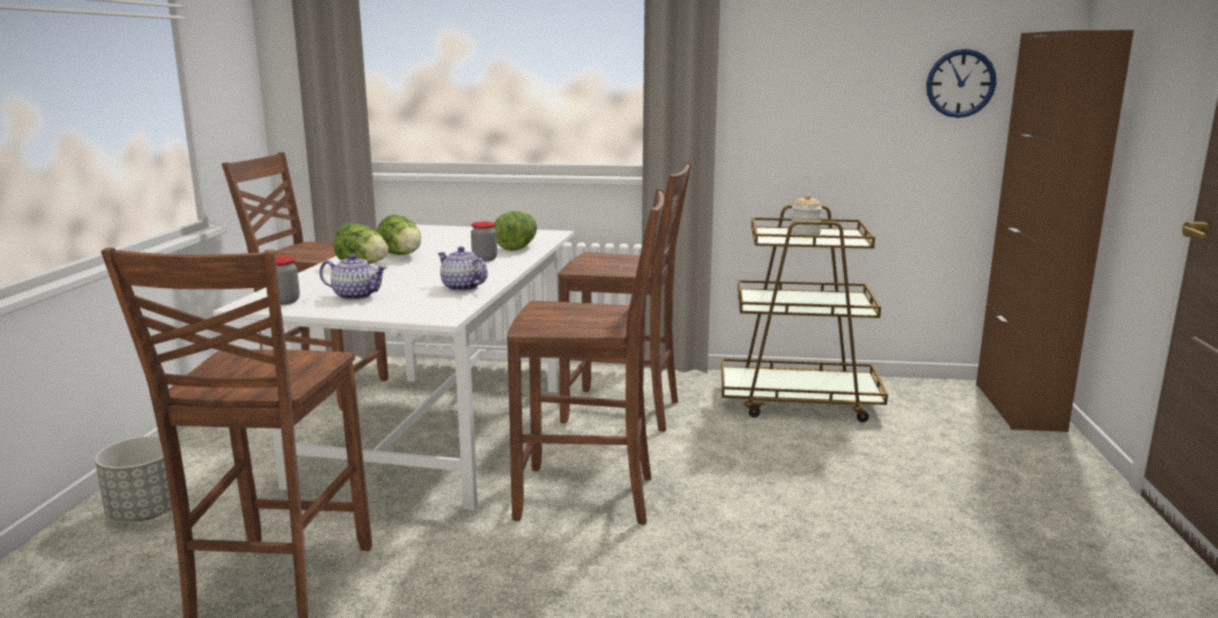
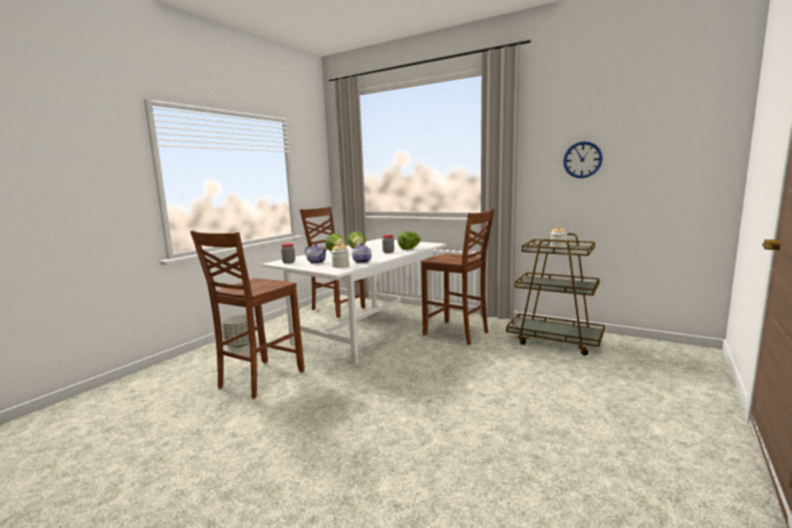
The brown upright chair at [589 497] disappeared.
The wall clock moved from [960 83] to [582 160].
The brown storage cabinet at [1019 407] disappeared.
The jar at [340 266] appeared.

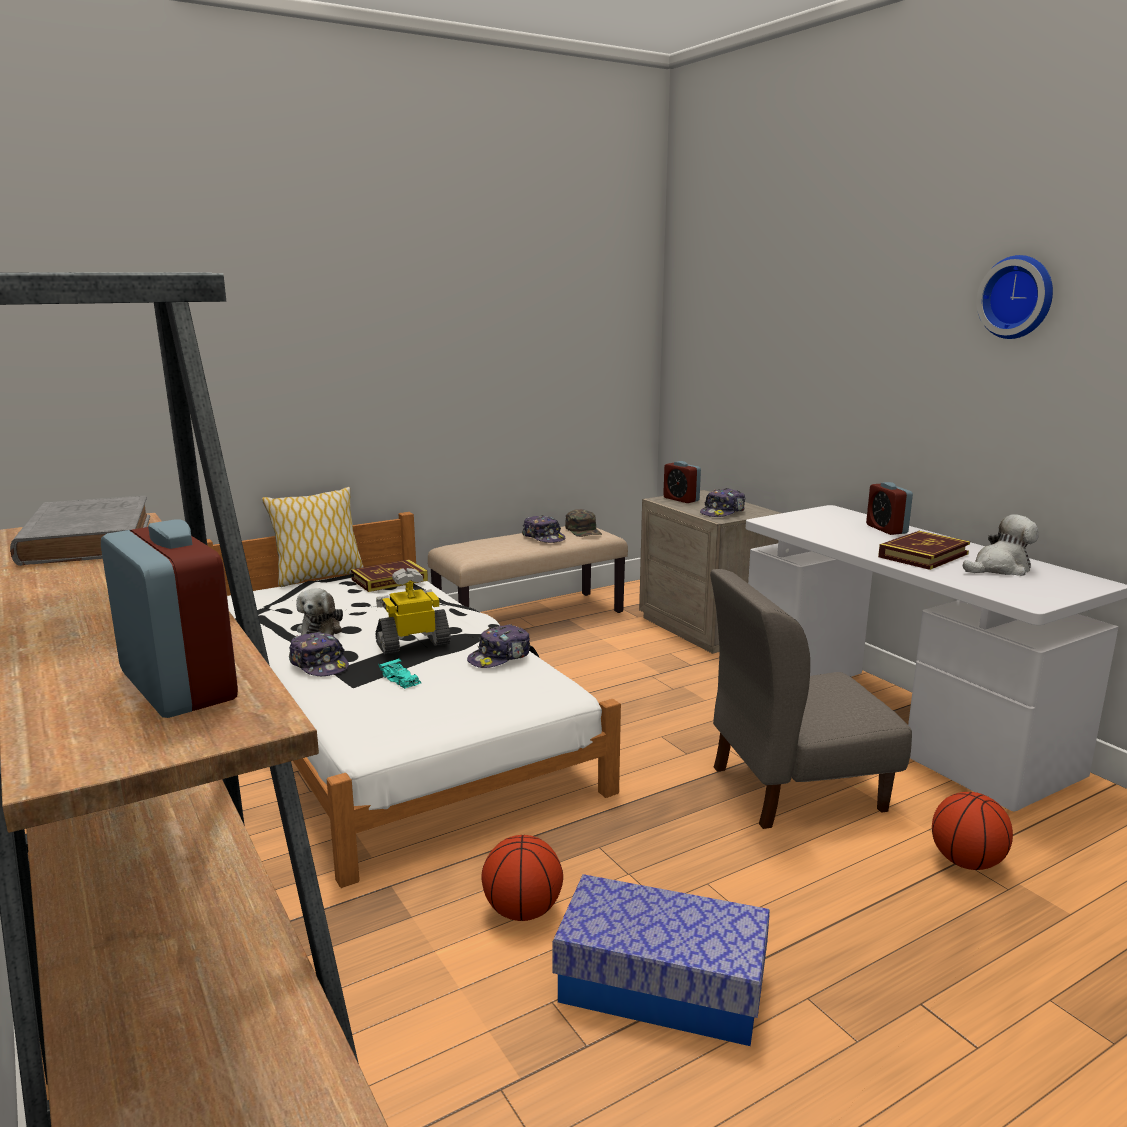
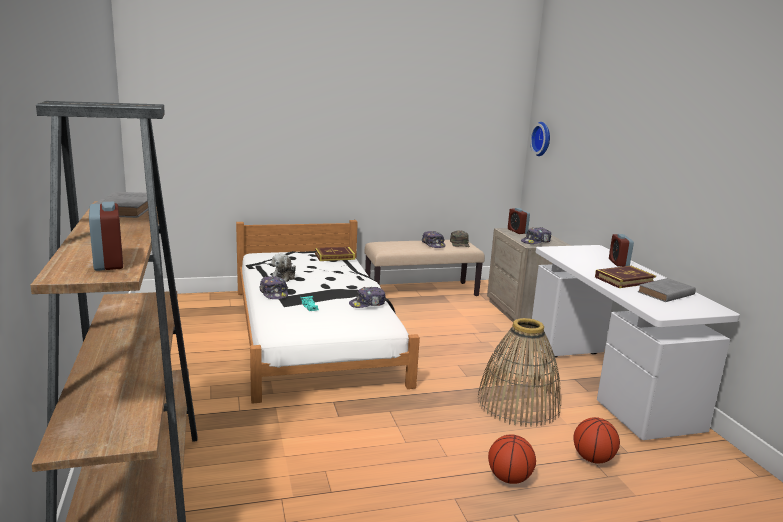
The cushion at [318 577] disappeared.
The robot figure at [413 643] disappeared.
The basketball ball moved from [522 911] to [509 478].
The storage box at [661 986] disappeared.
The grey upright chair at [795 788] was replaced by the basket at [518 404].
The plush toy at [999 569] was replaced by the grey book at [665 294].
The wall clock moved from [1018 297] to [542 139].

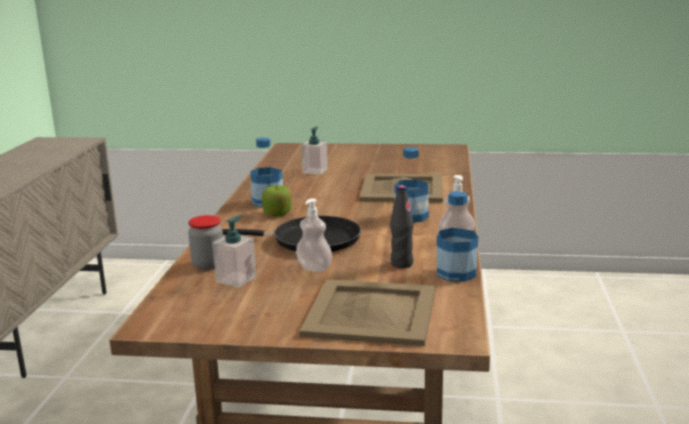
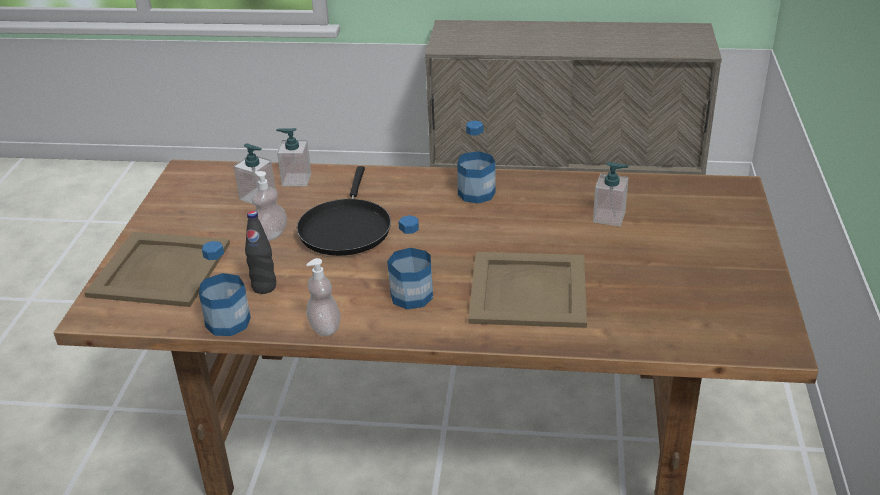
The jar at [208 264] was replaced by the soap bottle at [296 179].
The whole apple at [277 213] disappeared.

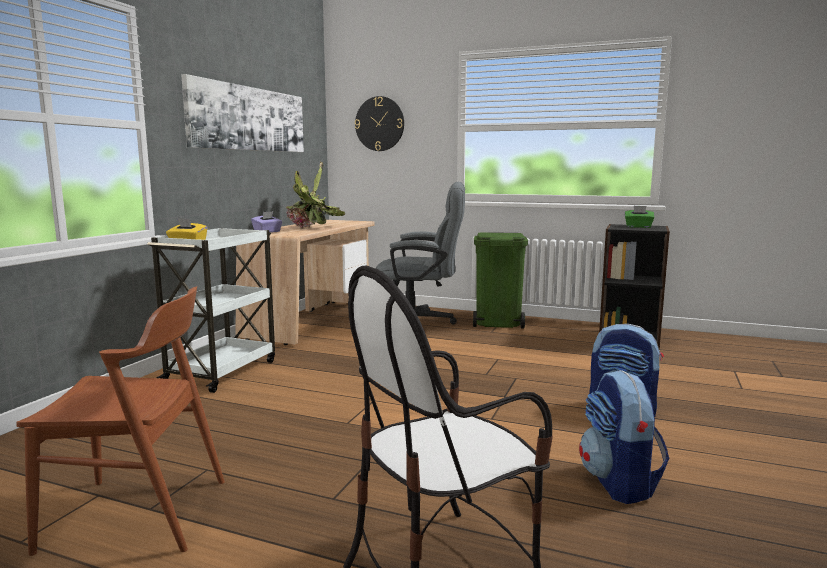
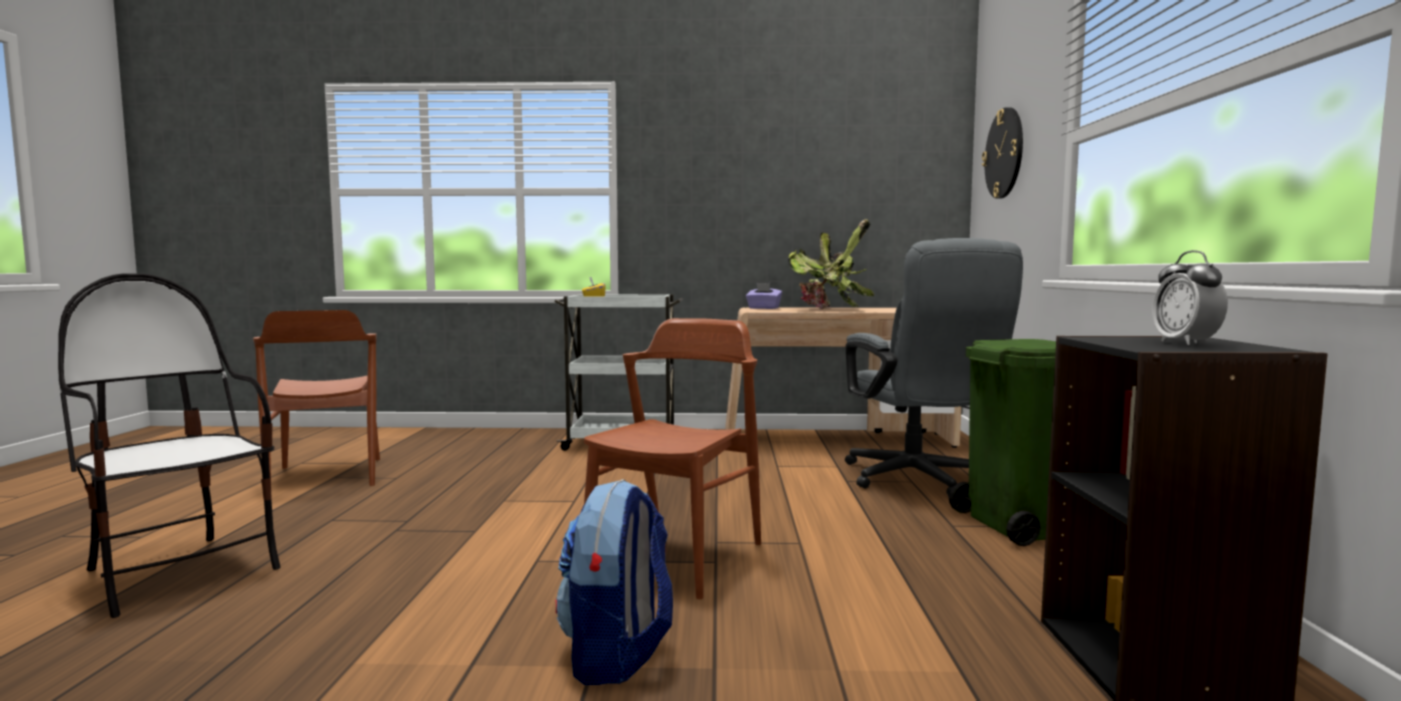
The wall picture at [249 119] disappeared.
The knapsack at [619 483] disappeared.
The green-coloured tissue holder at [638 227] was replaced by the alarm clock at [1185 343].
The brown upright chair at [676 557] appeared.

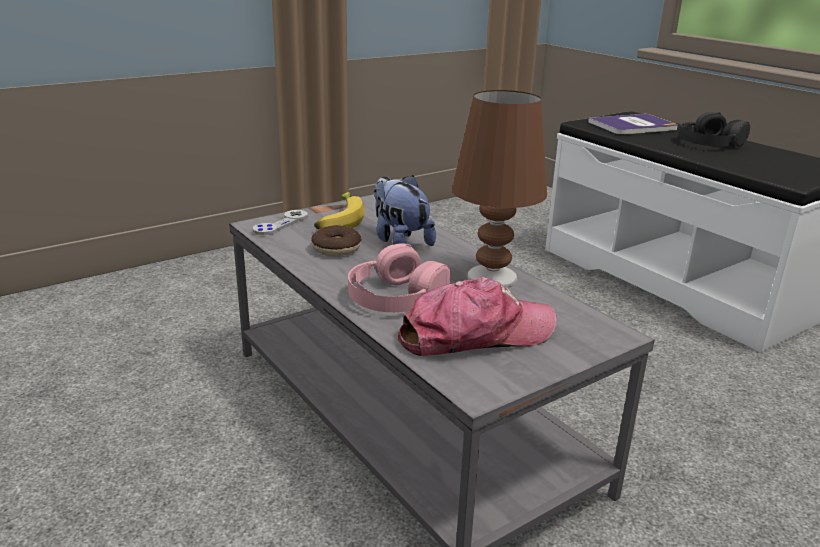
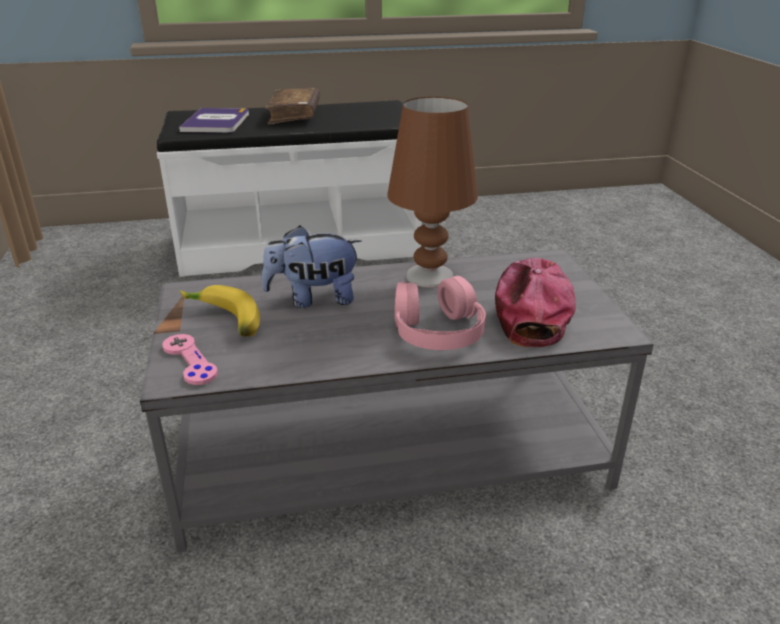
The grey game controller at [281 224] became the pink-coloured game controller at [189 361].
The doughnut at [336 249] disappeared.
The blackish headset at [709 143] was replaced by the brown book at [294 115].

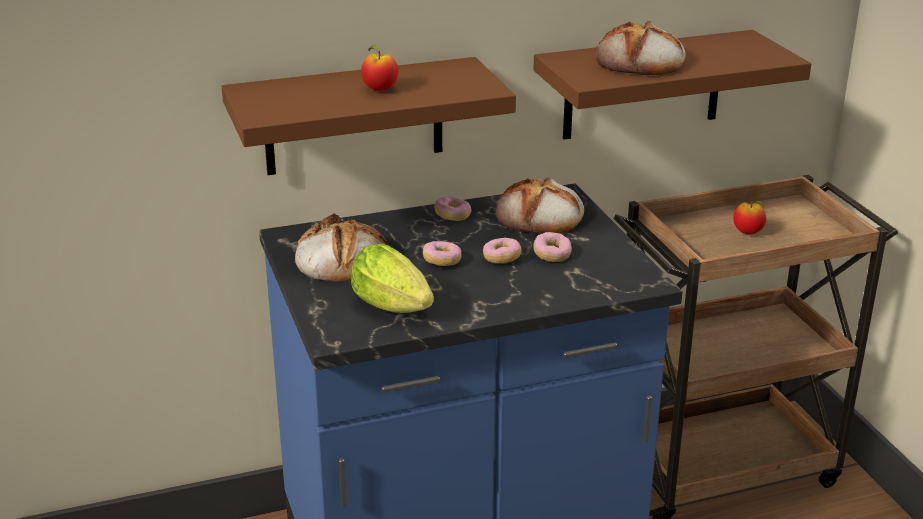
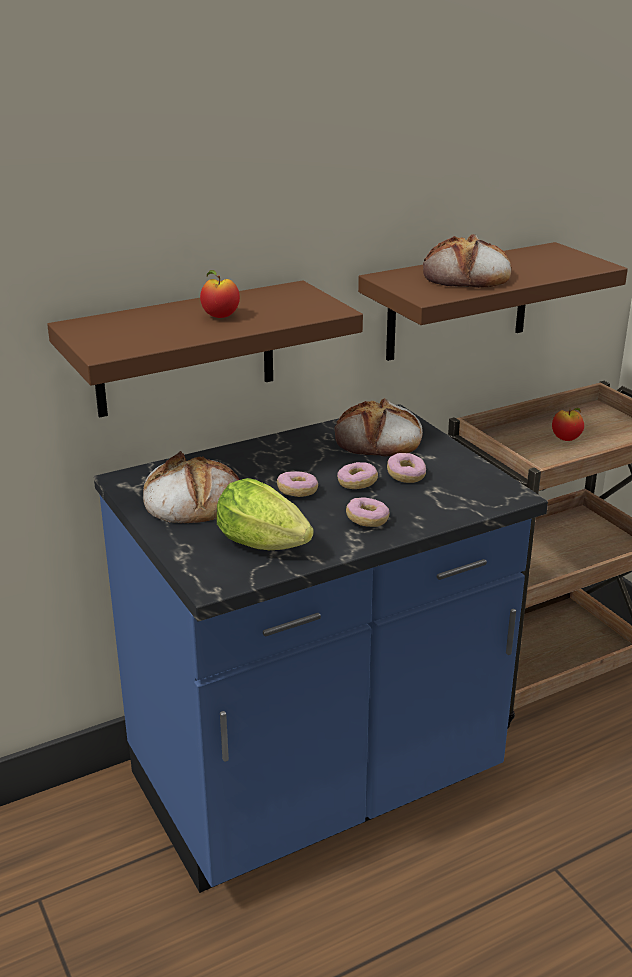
The doughnut moved from [452 216] to [367 521].

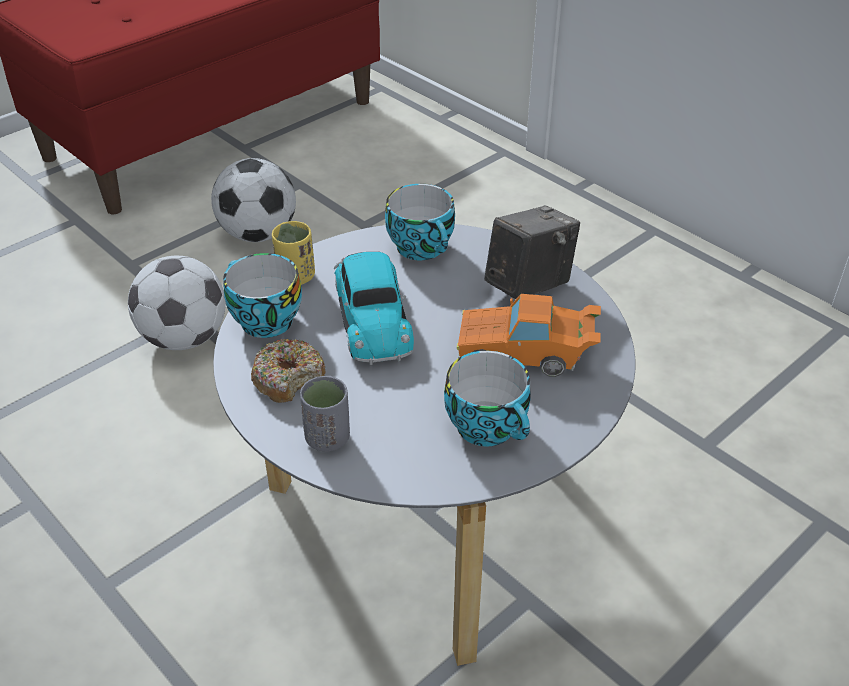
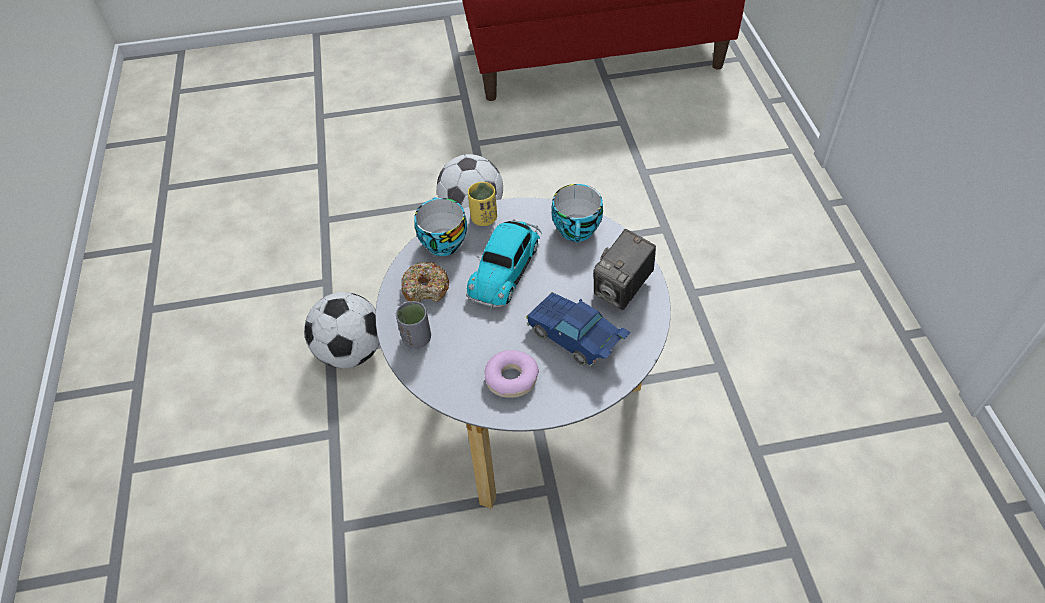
The football ball moved from [258 234] to [350 351].
The drinking cup at [490 427] was replaced by the doughnut at [511 379].
The orange miniature car at [526 353] became the bluish miniature car at [576 339].
The still camera at [528 284] turned 135 degrees clockwise.

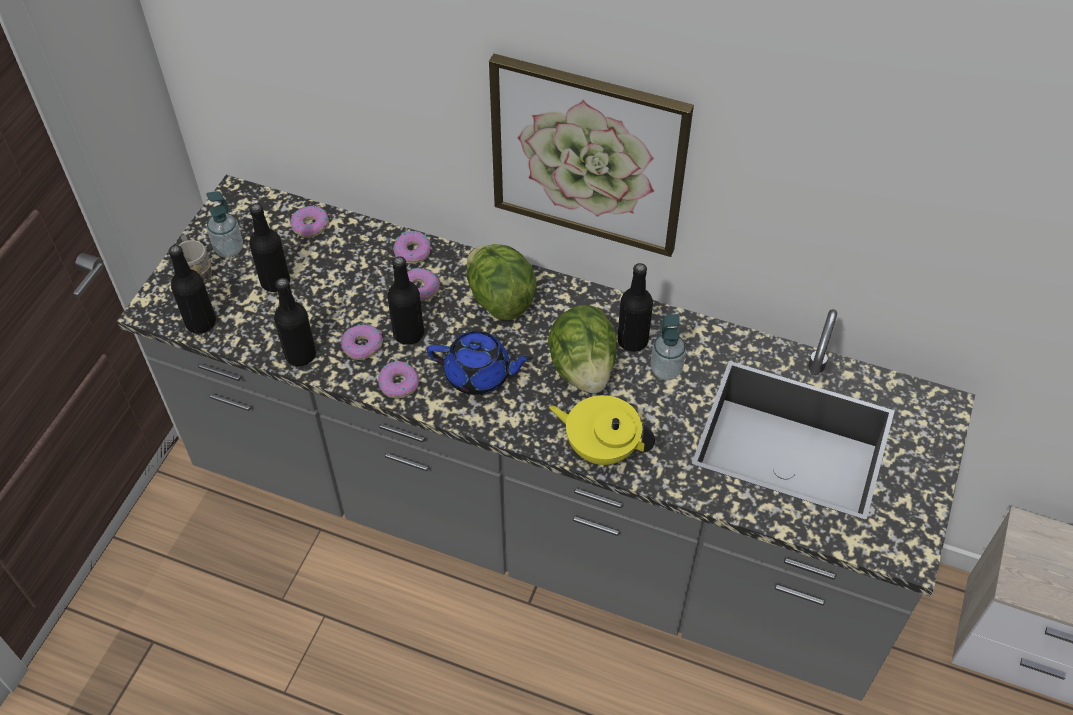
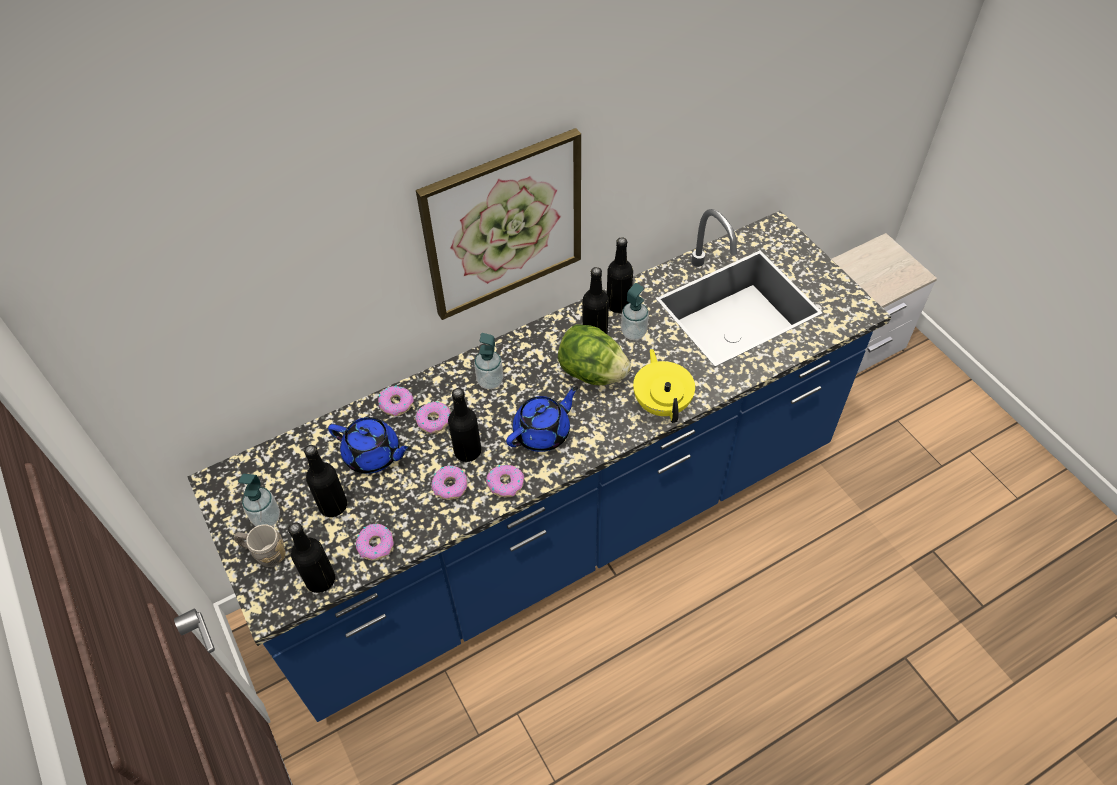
The grey kitchen counter at [536 523] became the bluish kitchen counter at [562 530].
The blackish beverage bottle moved from [300 355] to [618 305].
The doughnut moved from [310 226] to [376 545].
The lettuce at [499 299] was replaced by the soap bottle at [490 381].
The yellow teapot at [601 447] turned 105 degrees clockwise.
The bluish teapot at [373 455] appeared.

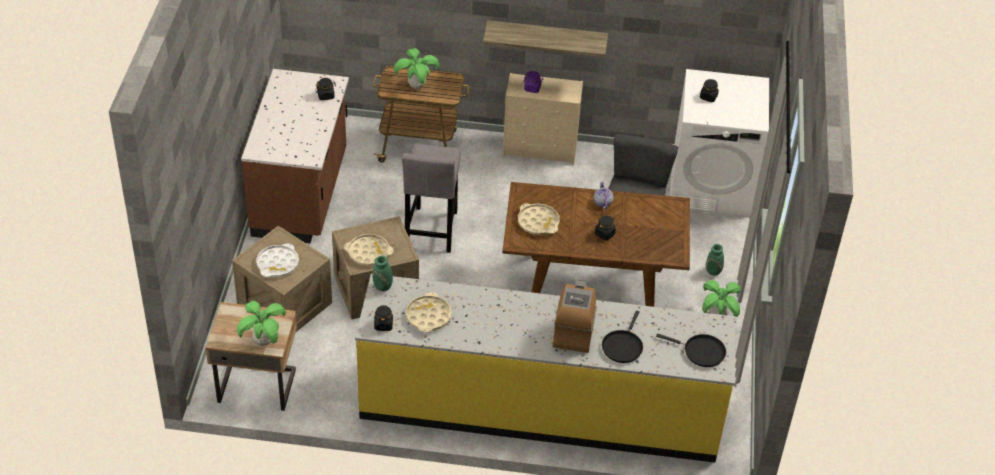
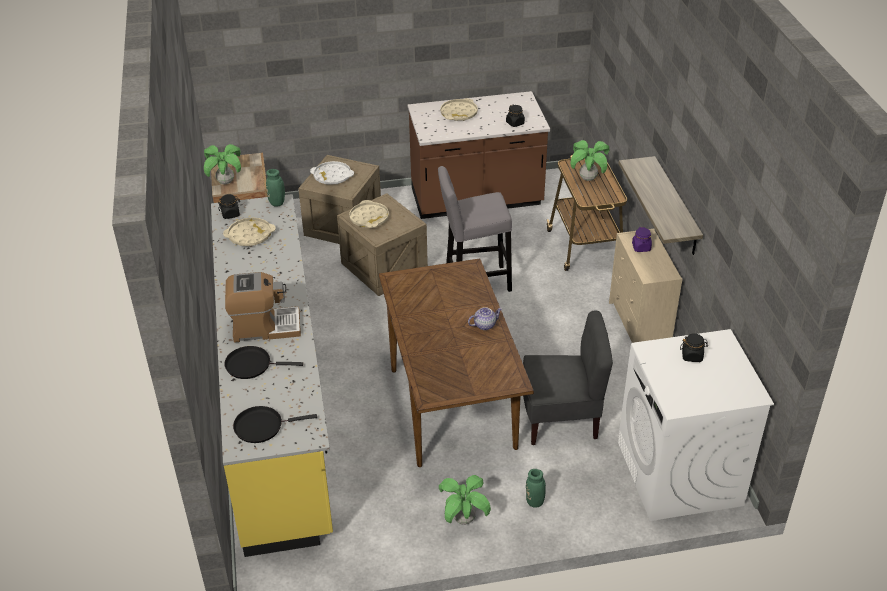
The beige-coloured serving tray moved from [538 222] to [459 113].
The blackish jar at [604 234] disappeared.
The blackish skillet at [701 352] turned 75 degrees clockwise.

